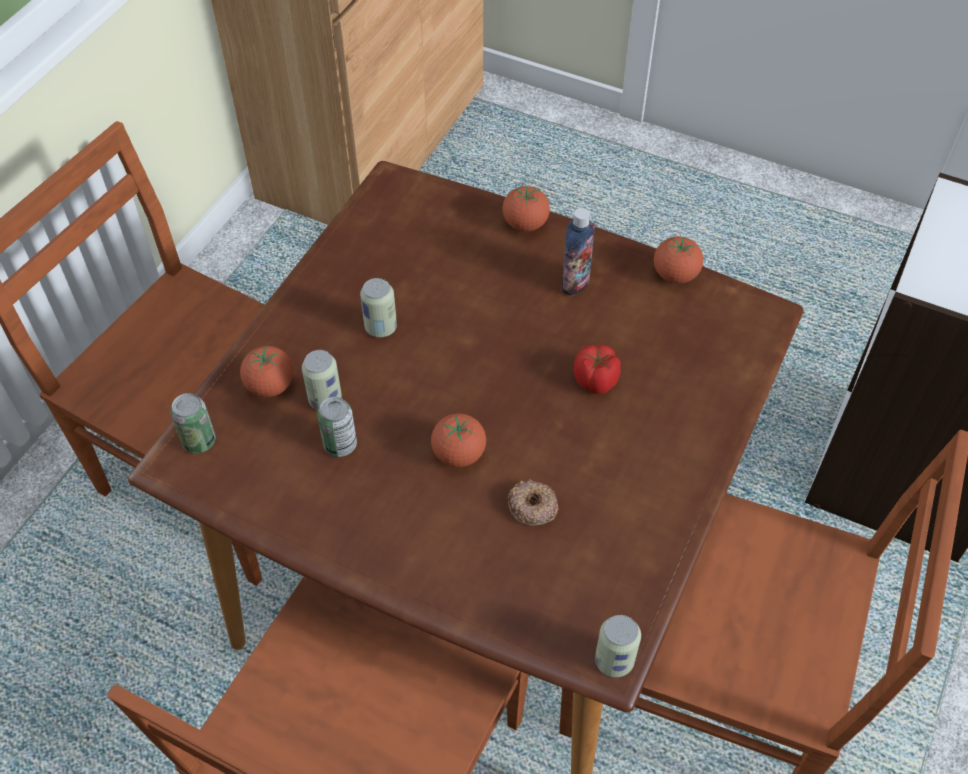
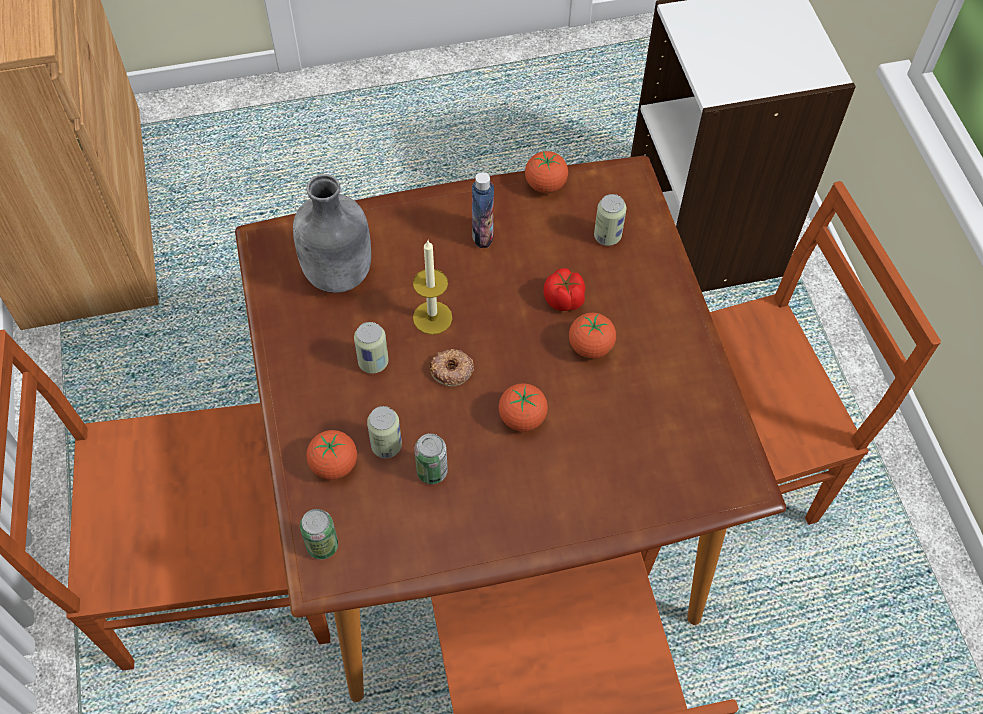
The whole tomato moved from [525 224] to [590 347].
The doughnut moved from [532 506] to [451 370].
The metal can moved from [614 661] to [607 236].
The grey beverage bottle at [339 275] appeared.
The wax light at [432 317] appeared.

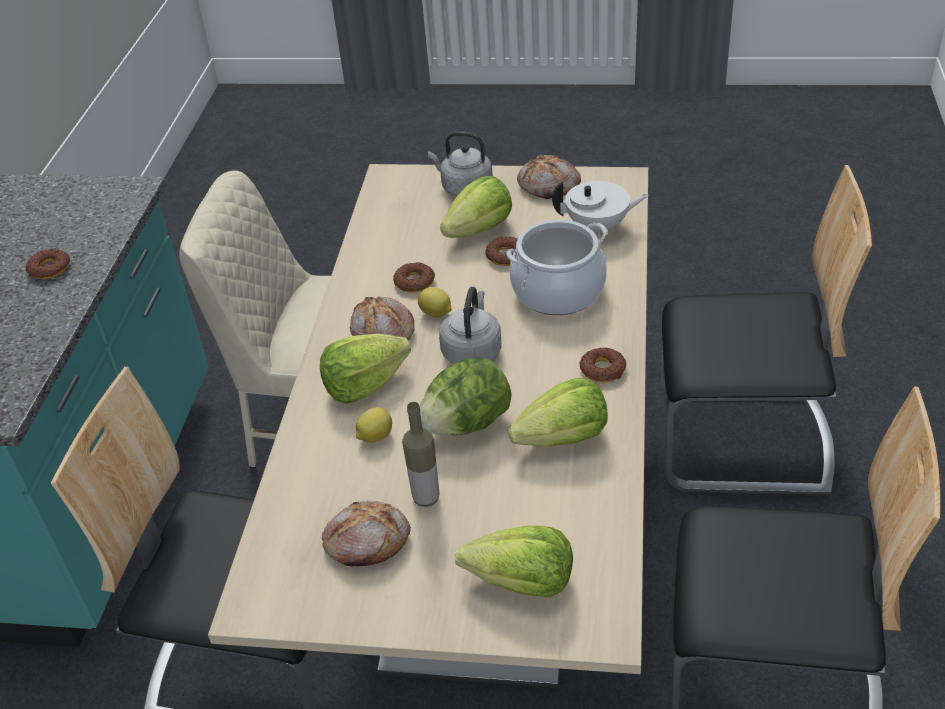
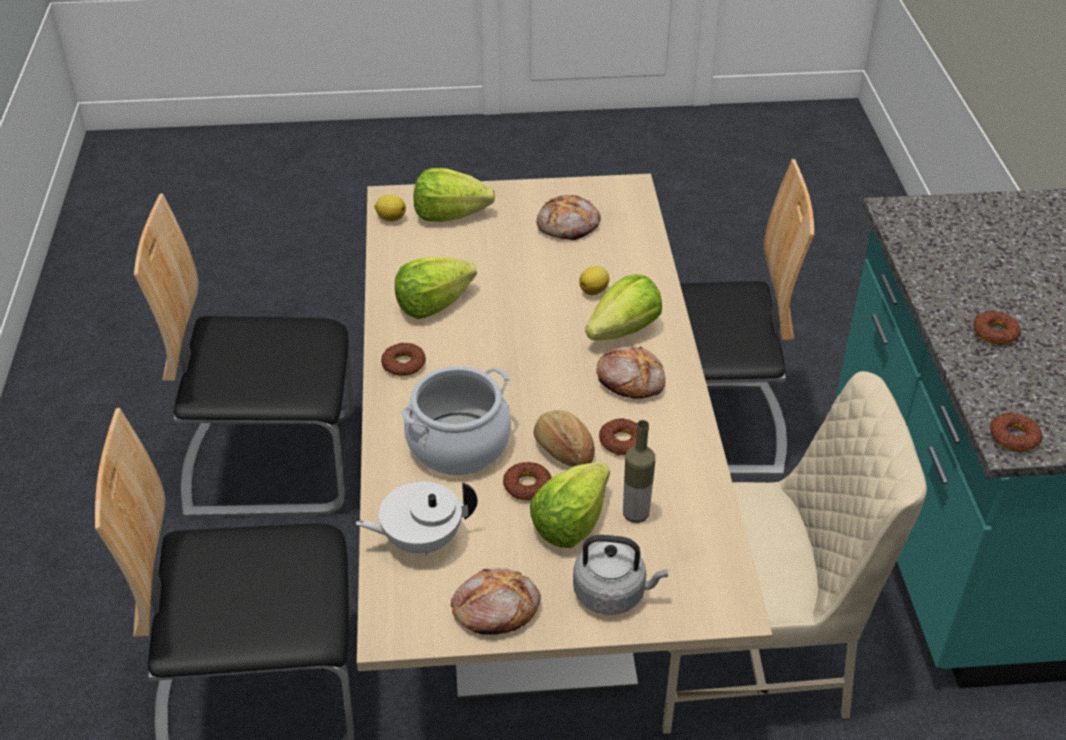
The beverage bottle moved from [426 498] to [635 514].
The lemon moved from [436 314] to [390 218].
The lettuce at [467 423] disappeared.
The grey kettle at [472 350] disappeared.
The bakery bread at [563 450] appeared.
The doughnut at [1014 437] appeared.

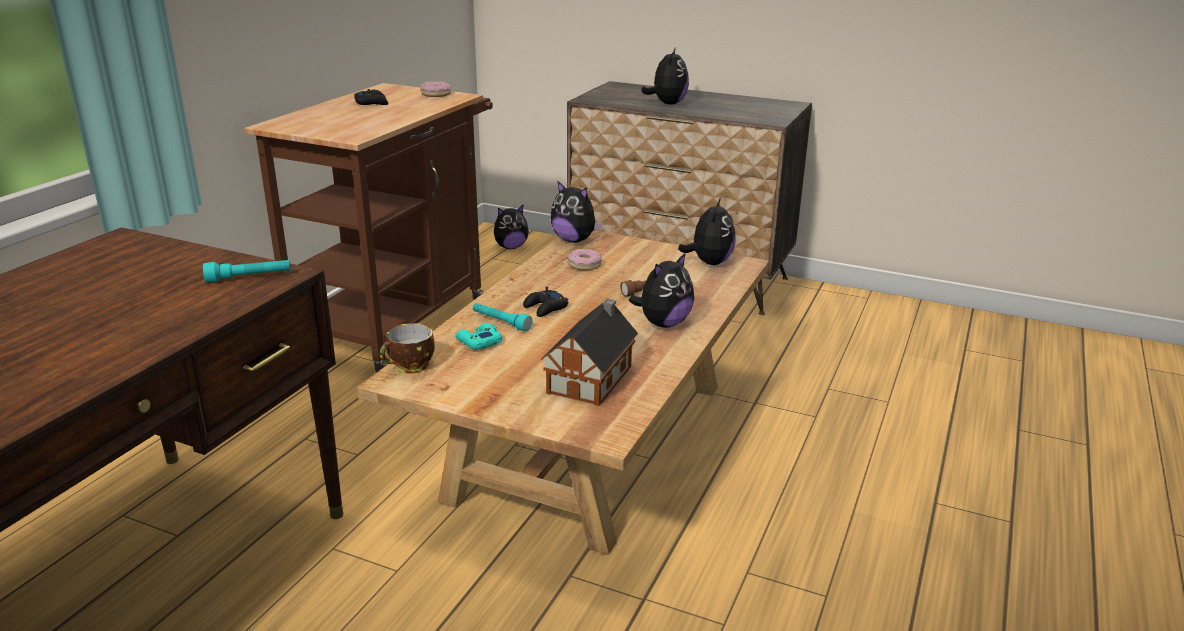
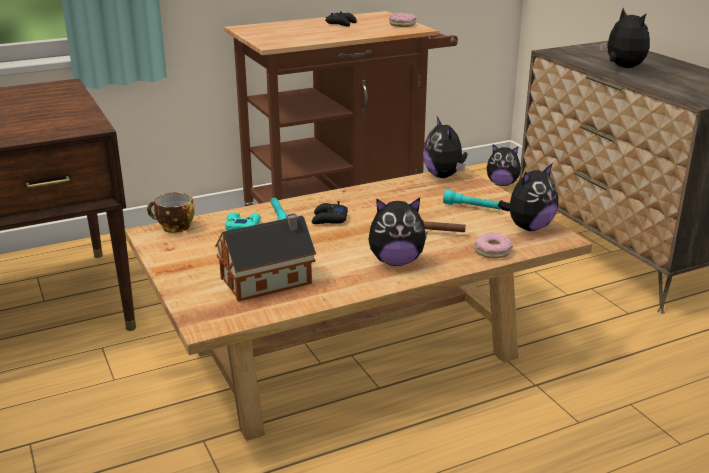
The turquoise flashlight moved from [249 278] to [472 207].
The doughnut moved from [584 265] to [492 251].
The plush toy at [667 103] turned 75 degrees counterclockwise.

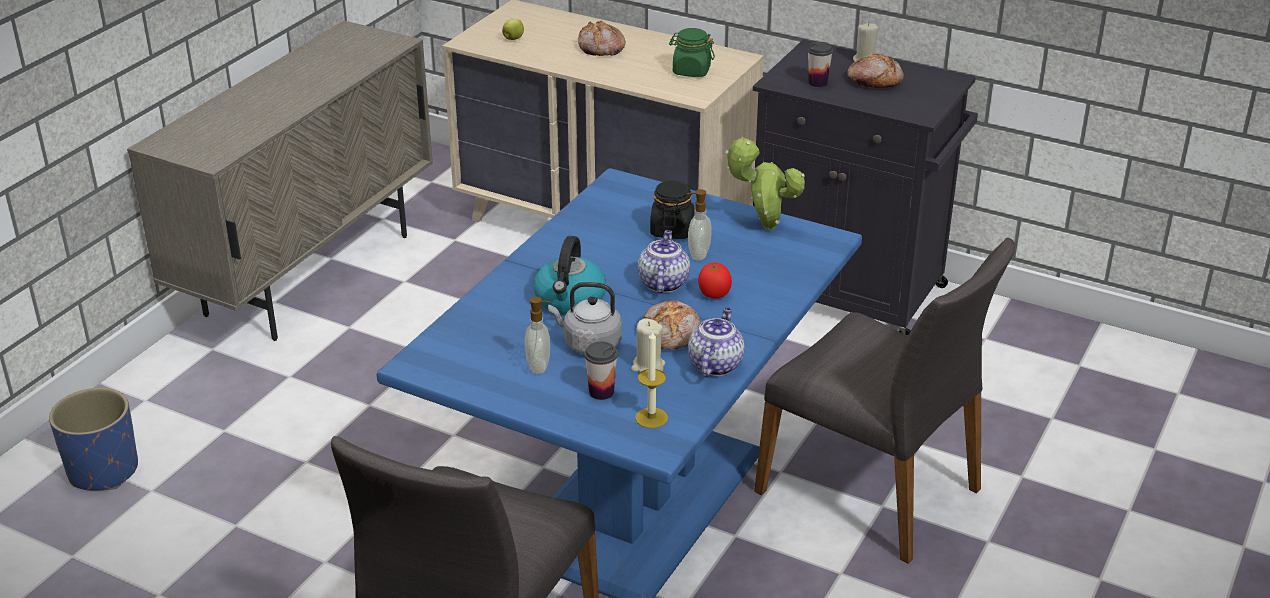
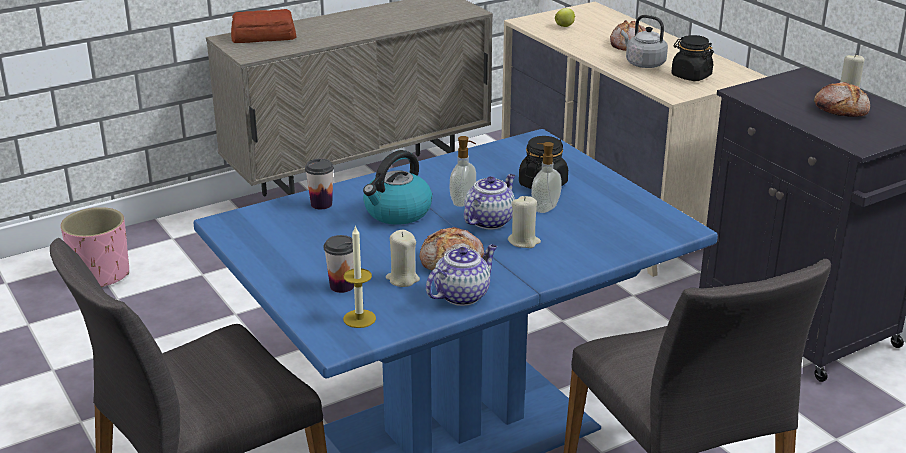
The bluish flower pot at [104 471] became the pink-coloured flower pot at [101 276].
The soap bottle moved from [539 366] to [464 202].
The grey kettle moved from [589 344] to [643 63].
The green-coloured jar at [691 71] became the blackish jar at [691 76].
The whole tomato at [714 294] was replaced by the beige-coloured wax light at [524 241].
The plant in a pot at [763 226] disappeared.
The drinking cup moved from [817 83] to [321 204].
The bakery bread at [262 36] appeared.

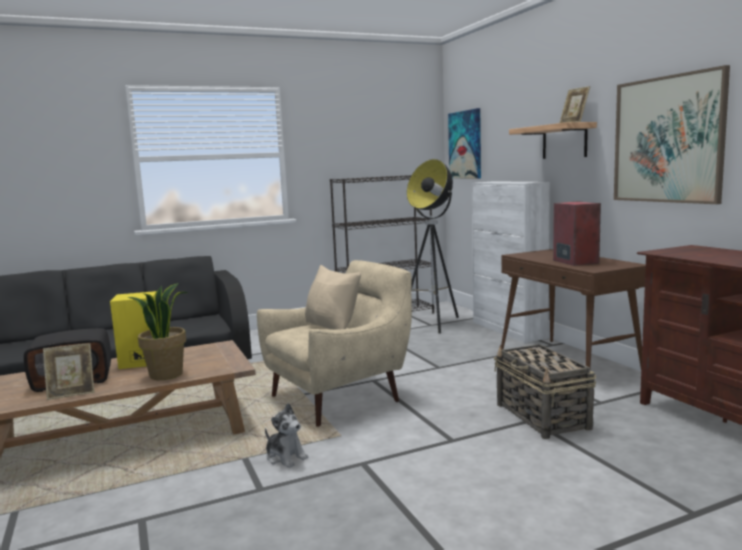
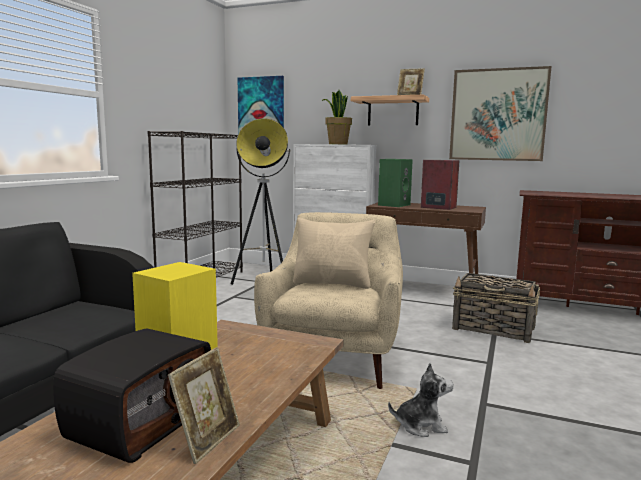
The plant in a pot moved from [166 374] to [337 144].
The green-coloured speaker at [394 205] appeared.

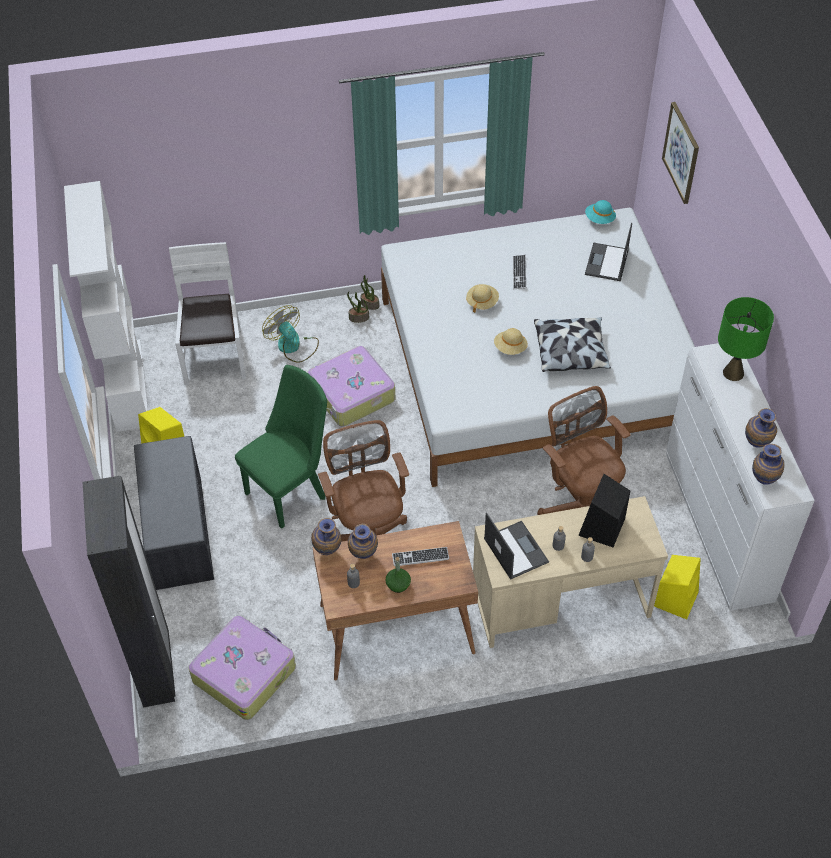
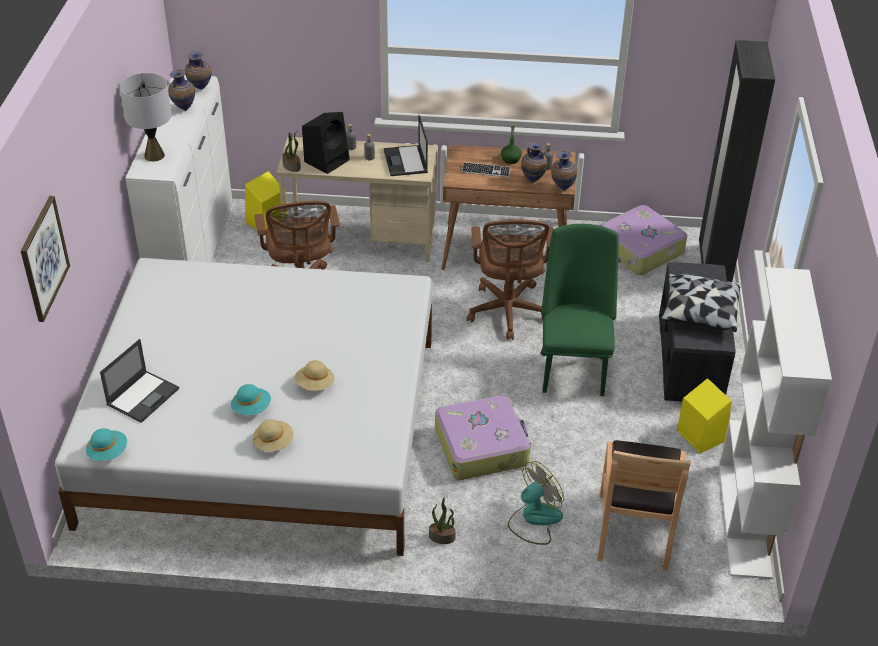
The white upright chair at [214 356] became the brown upright chair at [634 530].
The green-coloured upright chair at [290 491] turned 120 degrees clockwise.
The cooling fan at [293 346] turned 105 degrees counterclockwise.
The plant in a pot moved from [369 304] to [292 166].
The beige-coloured hat moved from [510 348] to [273 443].
The keyboard at [519 273] was replaced by the turquoise hat at [251 408].
The cushion moved from [571 352] to [699 312].
The green-coloured lamp for a table at [733 373] became the grey lamp for a table at [154 155].

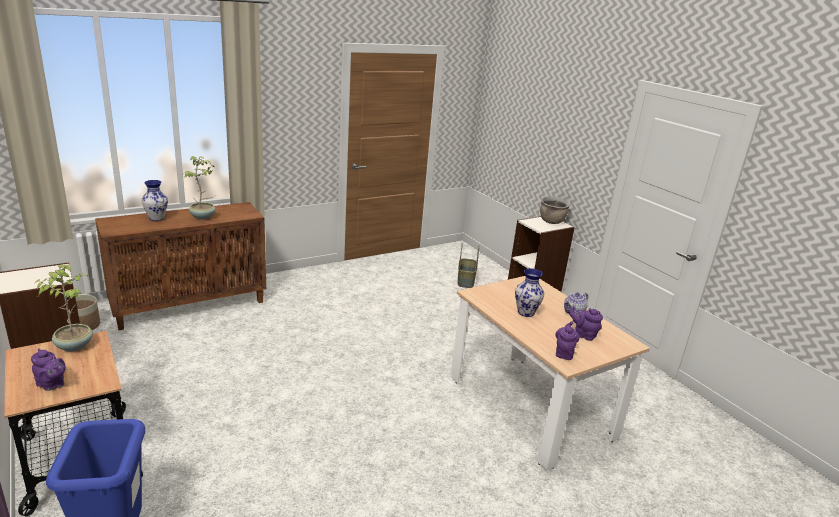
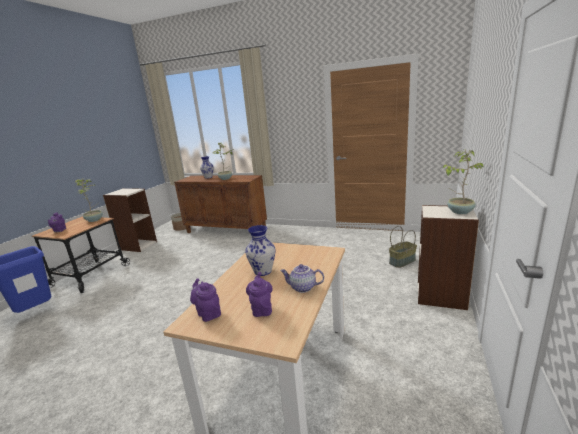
The brown stockpot at [552 221] was replaced by the plant in a pot at [459 211].
The purple teapot at [564 353] turned 105 degrees counterclockwise.

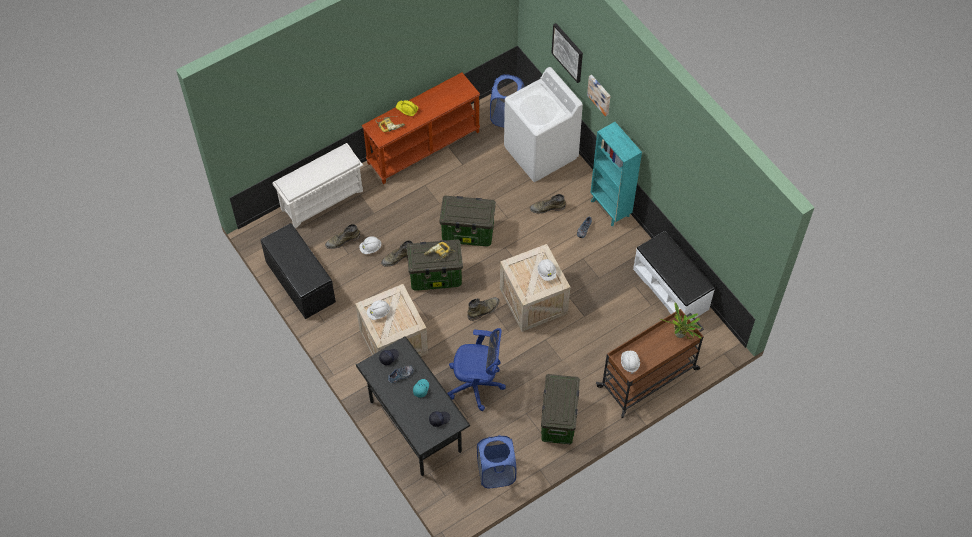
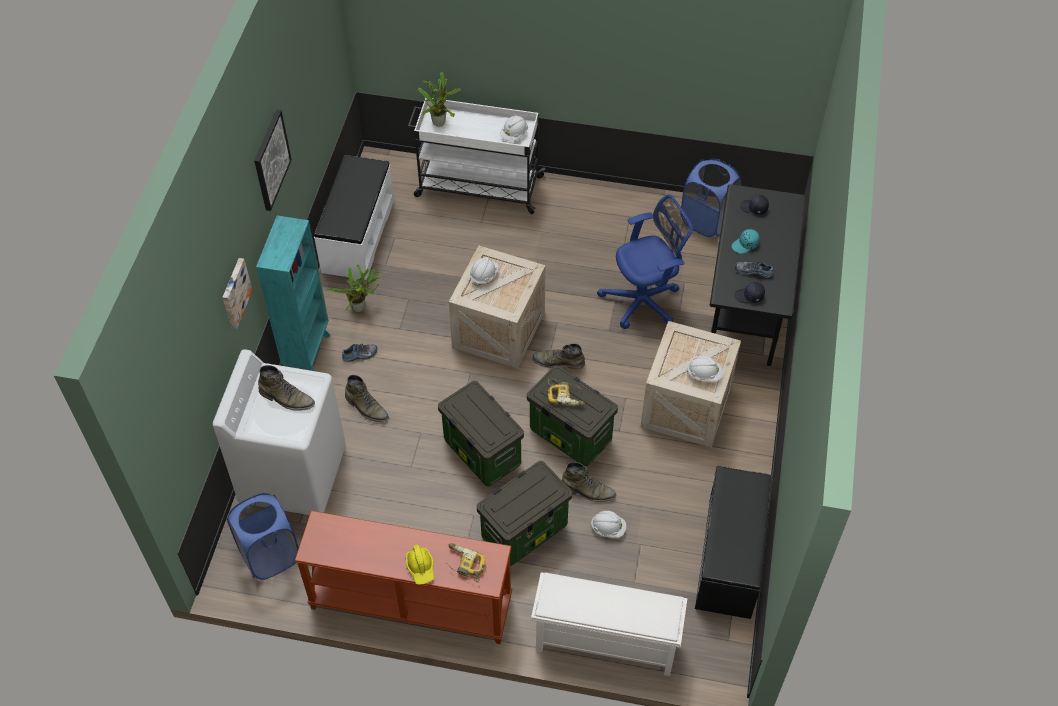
The green-coloured high-top boot moved from [342 240] to [287 398].
The bluish computer chair at [477 385] turned 105 degrees clockwise.
The storage box moved from [559 421] to [525 530].
The wall picture moved from [568 52] to [271 160].
The brown trolley at [649 377] became the white trolley at [477 186].
The plant in a pot at [360 307] appeared.

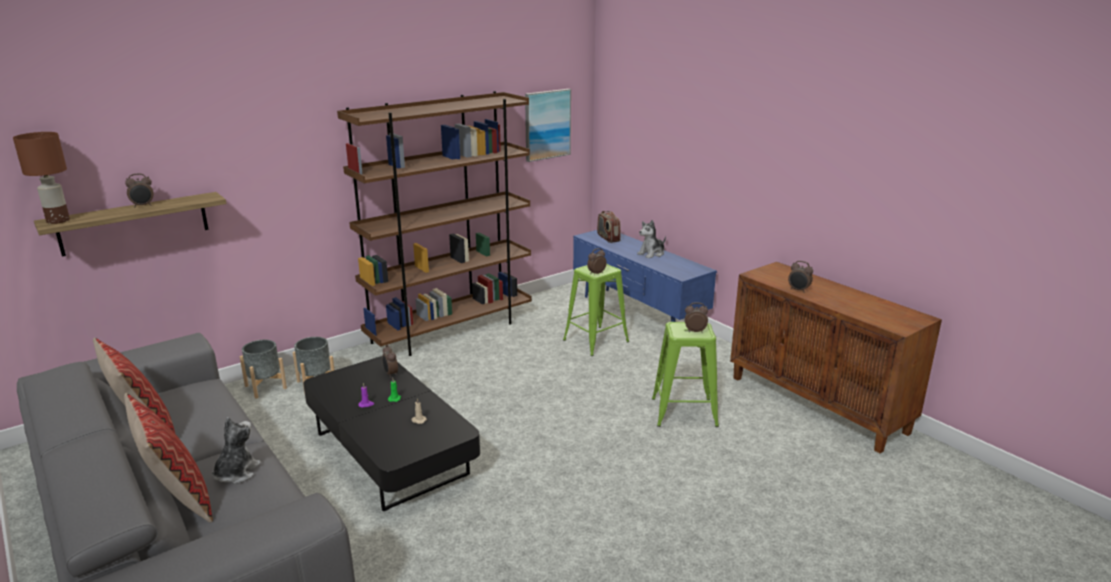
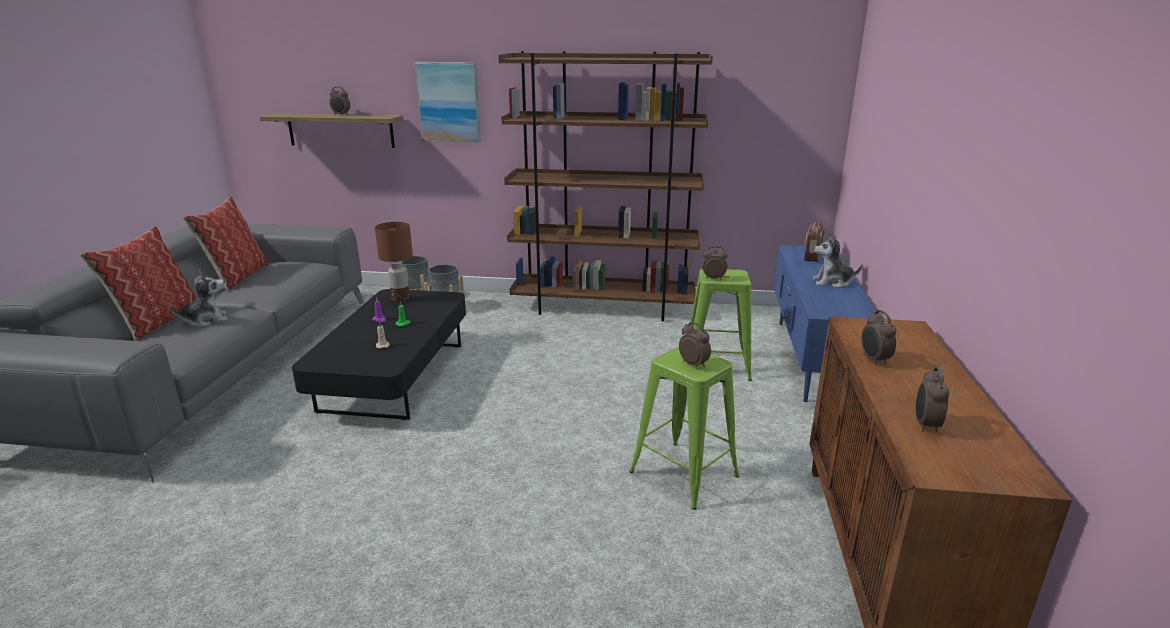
The brown lamp for a table moved from [57 221] to [400 299].
The alarm clock moved from [390 374] to [925 425].
The wall picture moved from [547 124] to [449 102].

